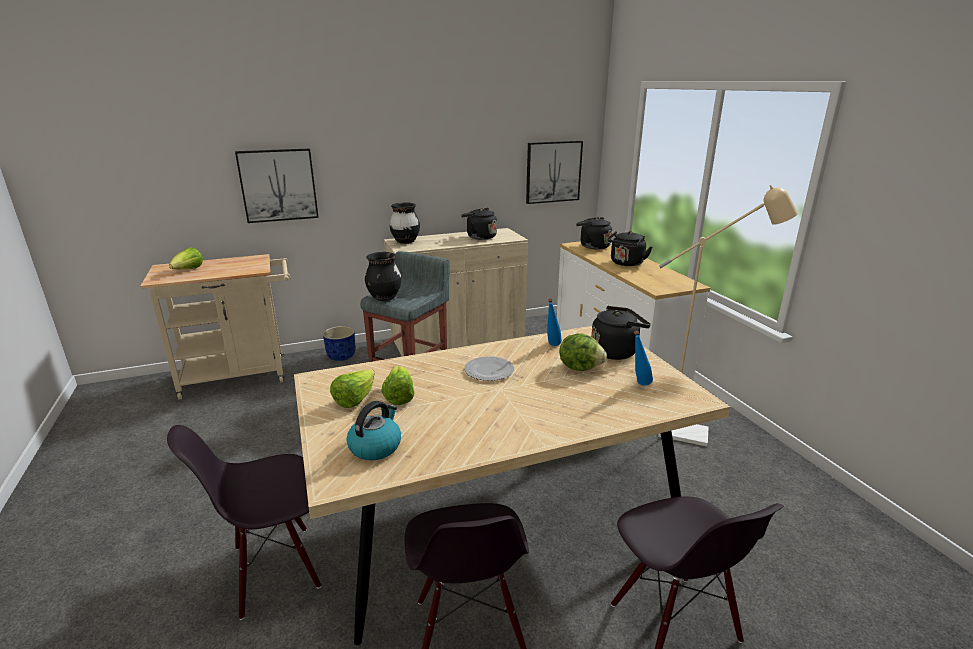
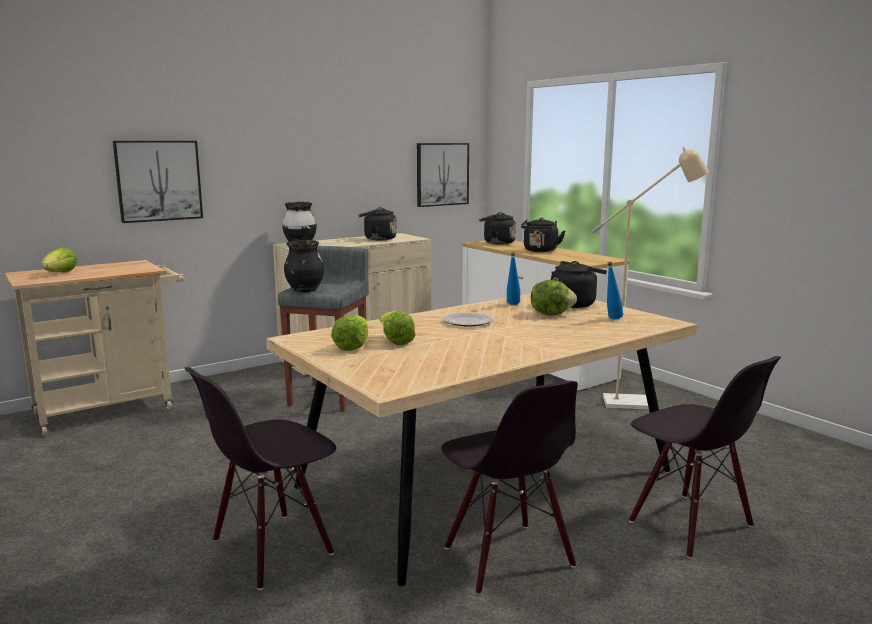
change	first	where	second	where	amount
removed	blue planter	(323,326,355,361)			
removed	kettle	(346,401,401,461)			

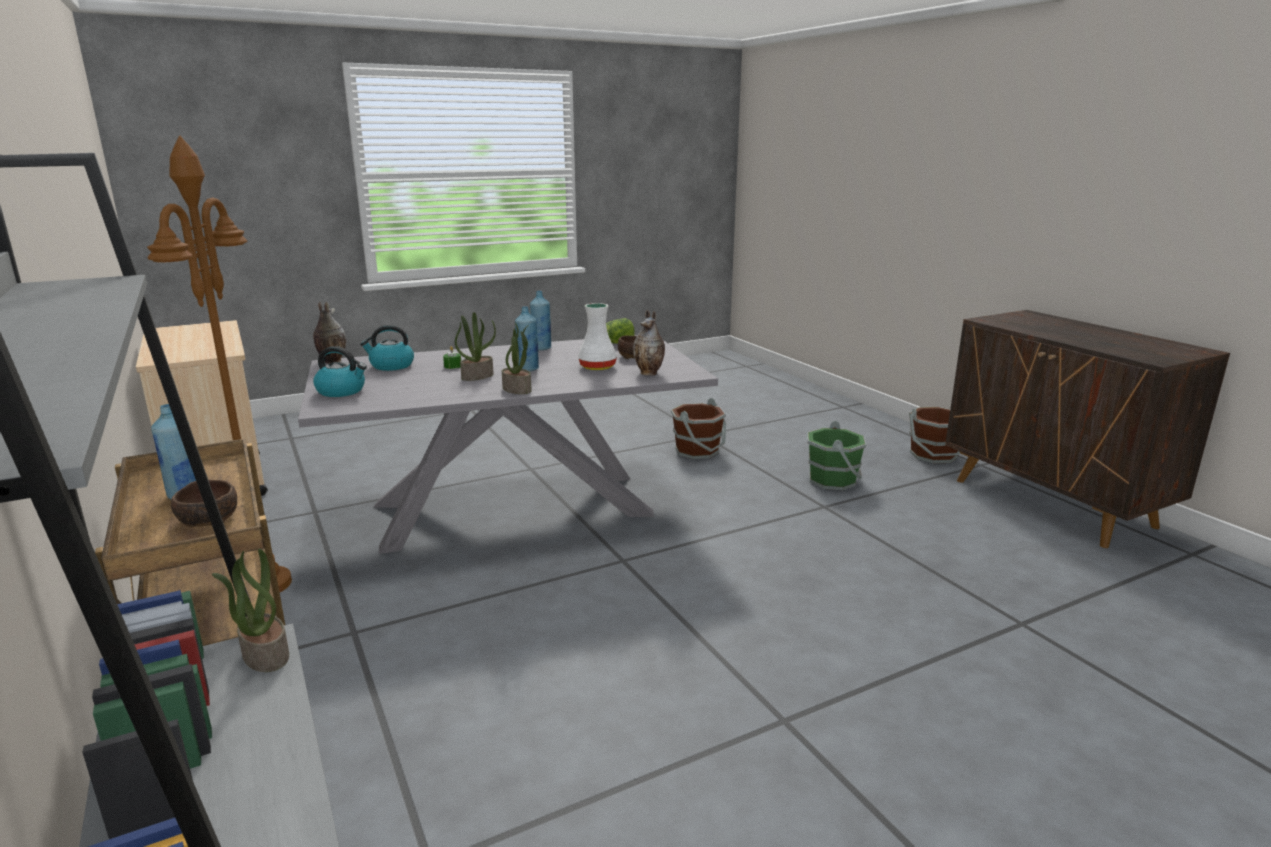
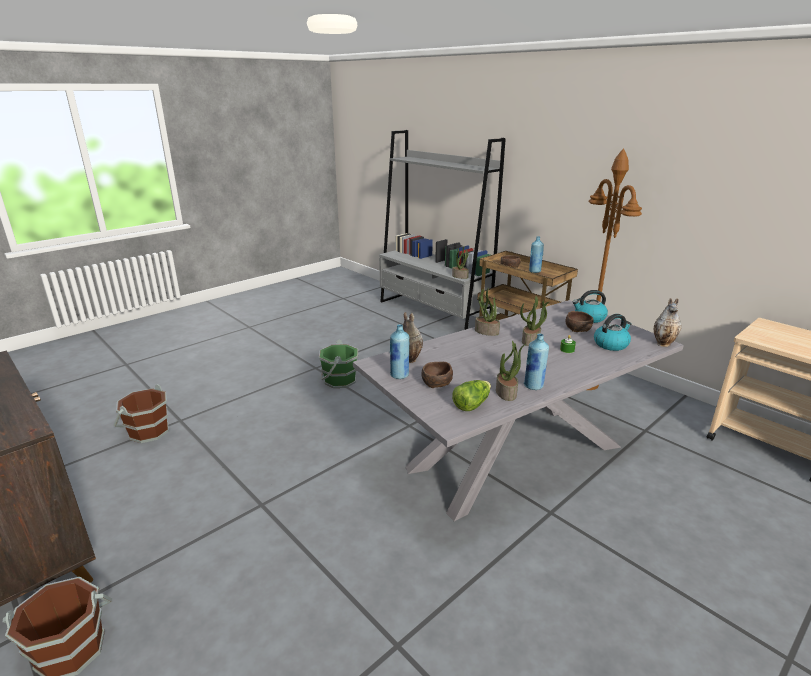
change	first	where	second	where	amount
removed	white vase	(578,303,617,370)			
added			potted plant	(496,341,526,401)	
added			brown bowl	(565,311,594,332)	
moved	blue bottle	(515,306,539,371)		(390,324,409,379)	
moved	brown bucket	(671,398,726,459)		(113,384,169,443)	
moved	green bucket	(807,420,867,490)		(319,339,358,388)	

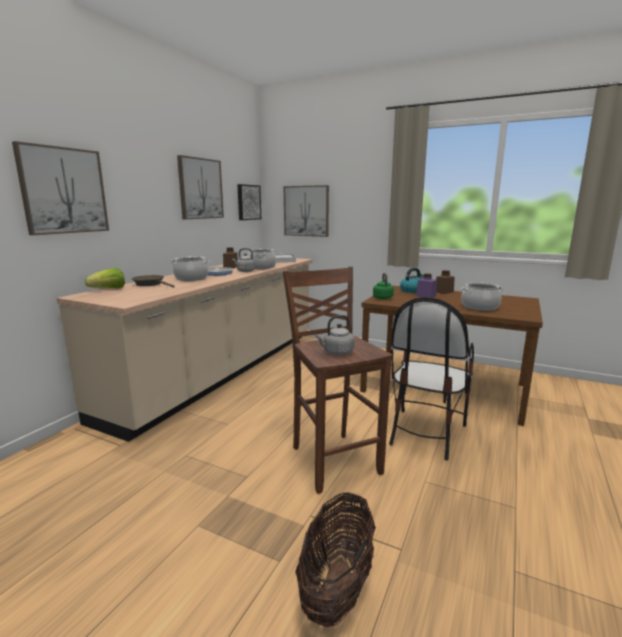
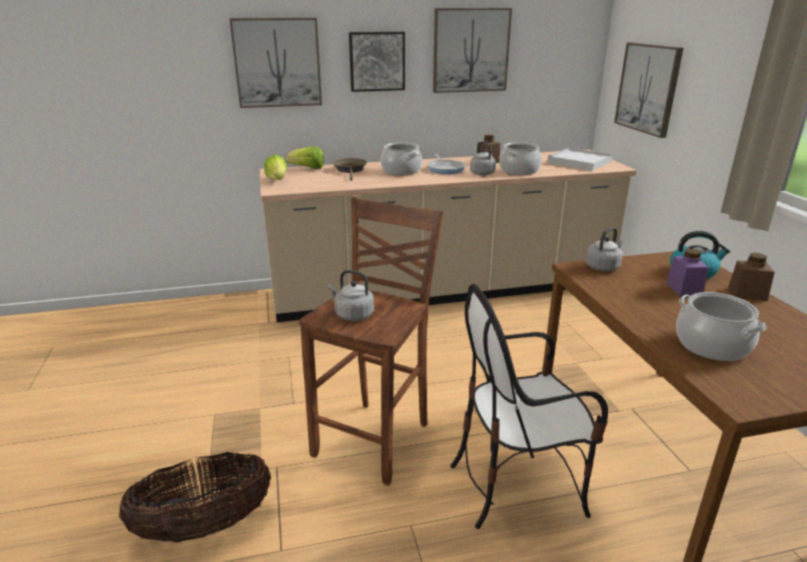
change	first	where	second	where	amount
added			lettuce	(264,155,287,180)	
moved	picture	(237,184,261,220)		(349,32,405,92)	
recoloured	green kettle	(373,273,394,299)	grey kettle	(585,227,624,271)	

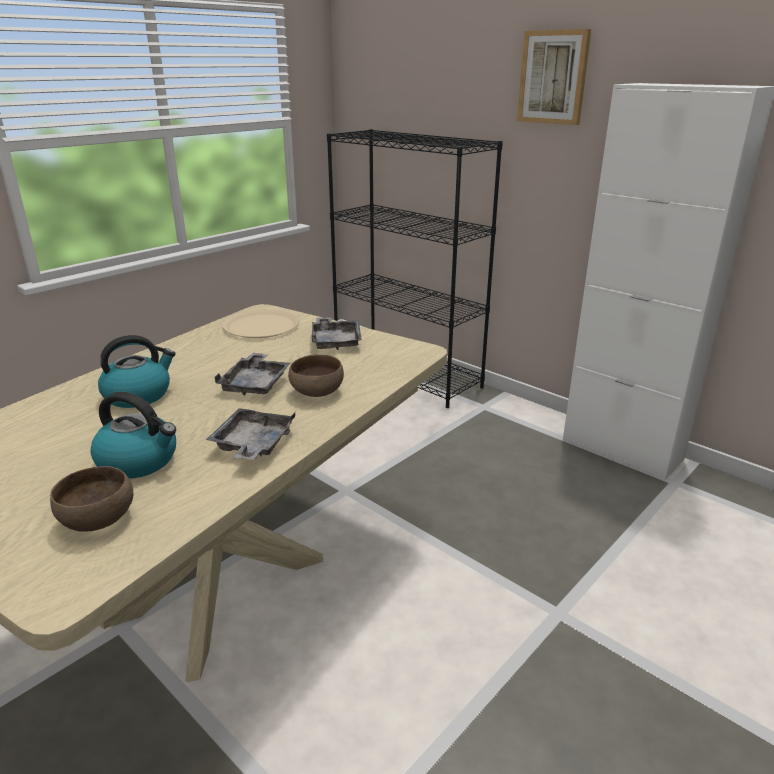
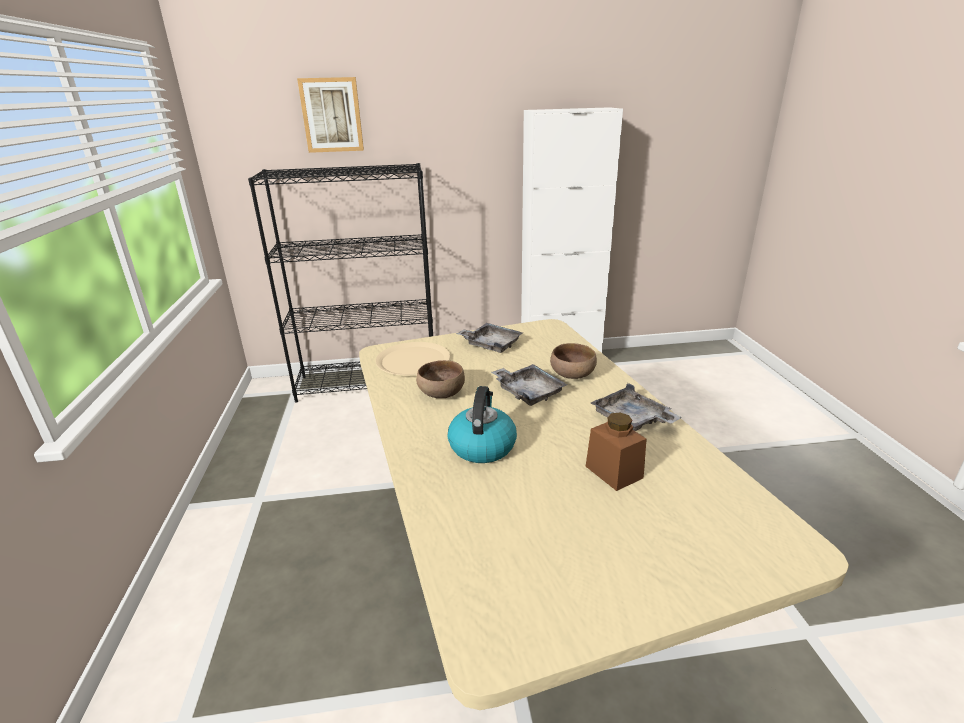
change	first	where	second	where	amount
moved	brown bowl	(50,466,133,532)		(416,360,465,398)	
moved	picture	(517,29,591,125)		(297,77,364,153)	
replaced	kettle	(90,392,176,479)	brown jar	(586,412,647,491)	

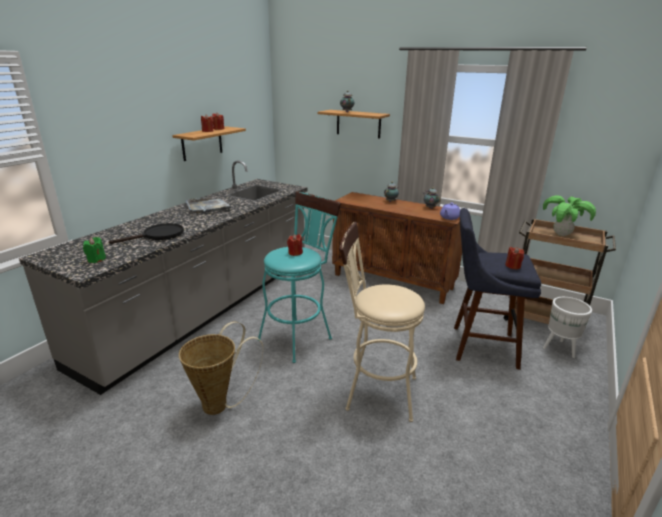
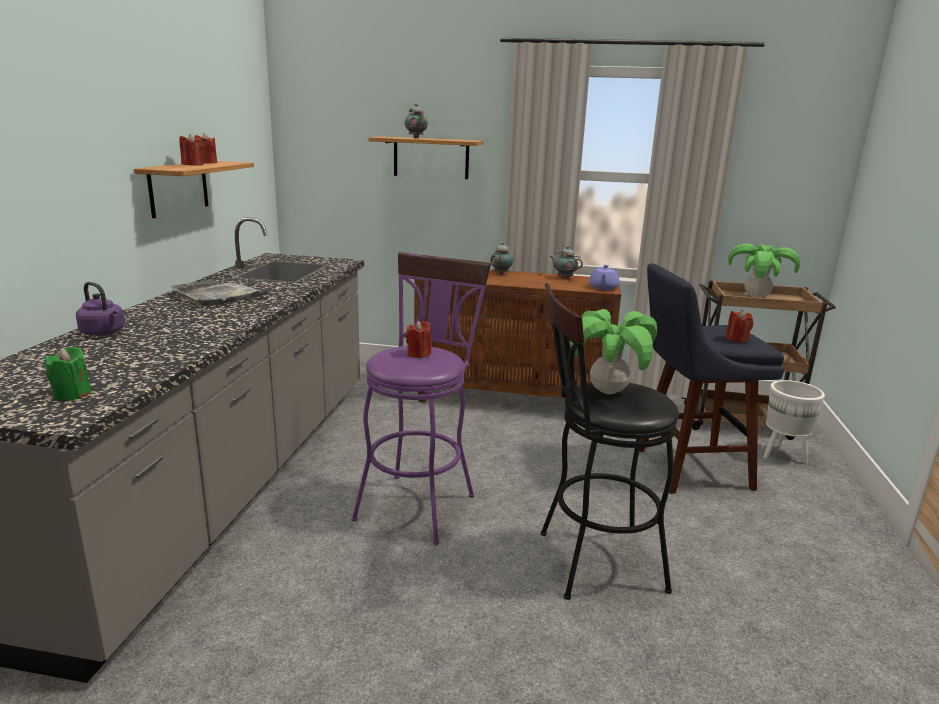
change	first	where	second	where	amount
removed	black frying pan	(109,223,184,244)			
removed	basket	(179,321,263,415)			
added			purple kettle	(76,282,125,336)	
added			potted plant	(569,309,657,394)	
recoloured	turquoise stool	(257,191,341,363)	purple stool	(351,252,491,545)	
recoloured	beige stool	(340,222,425,422)	black stool	(540,283,679,600)	

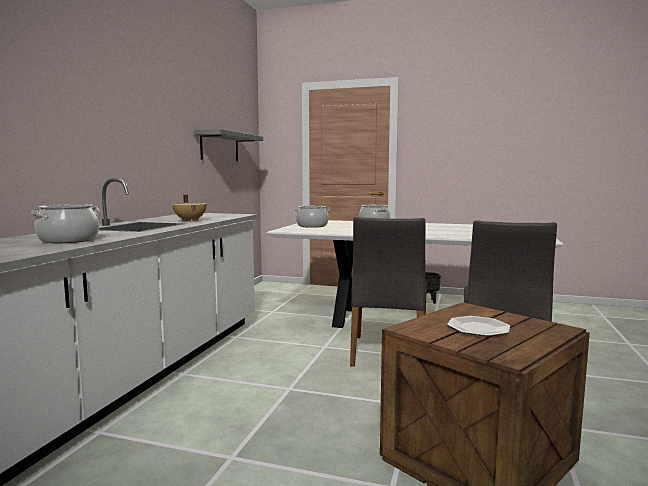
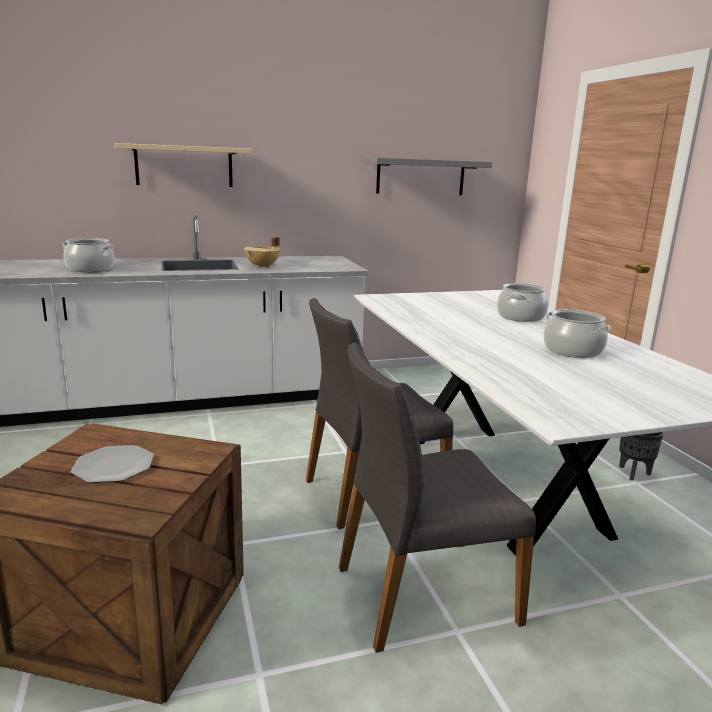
change	first	where	second	where	amount
added			beige shelf	(115,143,252,187)	
moved	cooking pot	(295,206,330,228)		(543,309,611,358)	

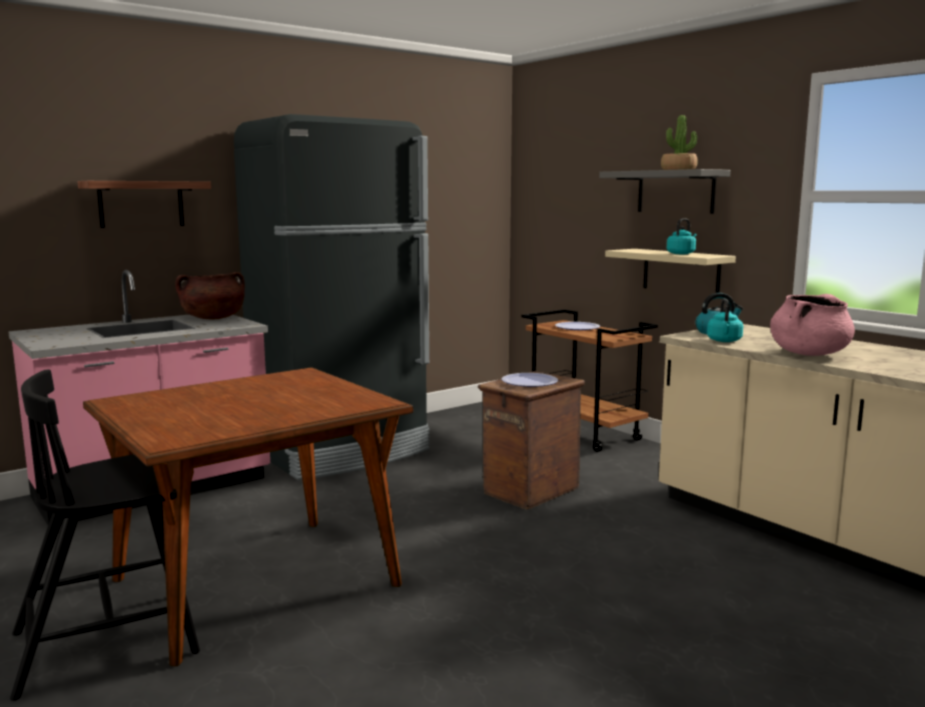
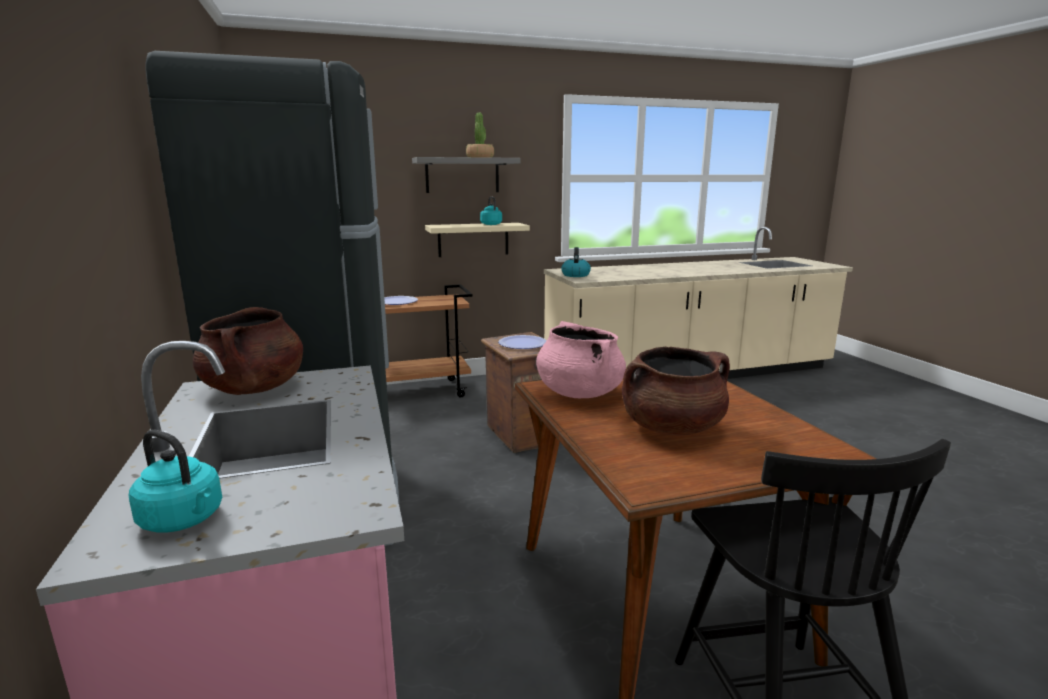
change	first	where	second	where	amount
removed	shelf	(77,181,211,228)			
added			brown cooking pot	(622,346,730,435)	
moved	turquoise kettle	(707,298,743,342)		(129,430,222,533)	
moved	pink cooking pot	(770,294,855,356)		(536,321,626,398)	

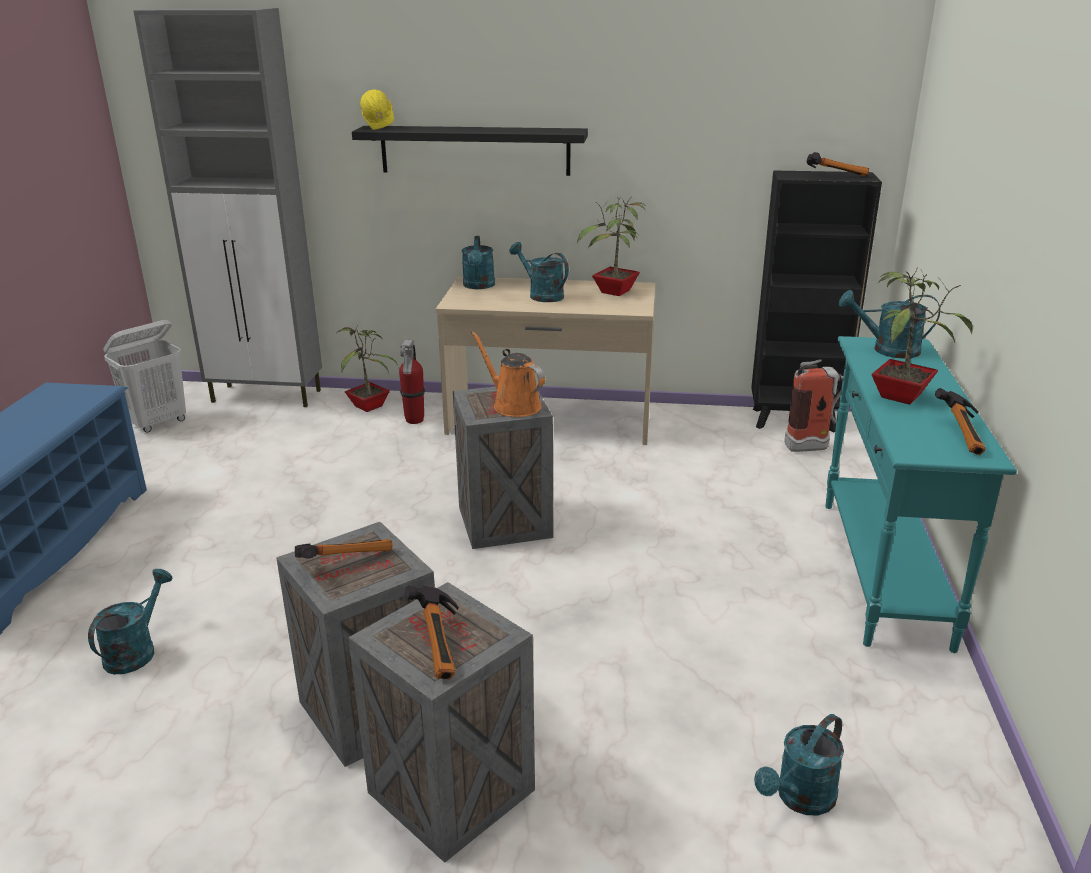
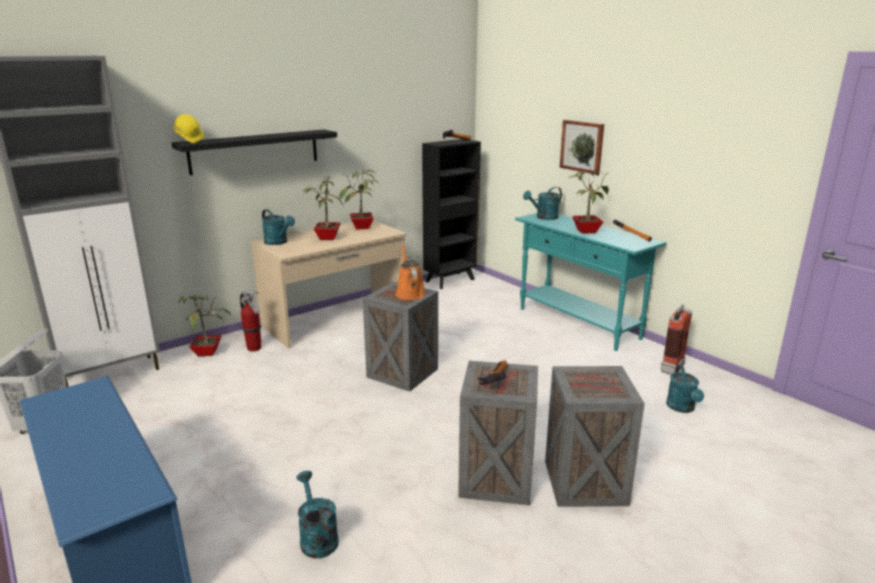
change	first	where	second	where	amount
removed	hammer	(405,585,459,680)			
added			picture	(560,120,604,174)	
moved	fire extinguisher	(784,360,843,452)		(660,304,692,375)	
replaced	turquoise watering can	(509,242,569,302)	potted plant	(302,178,343,240)	
turned	orange watering can	(471,331,545,417)		(395,244,426,300)	75 degrees clockwise

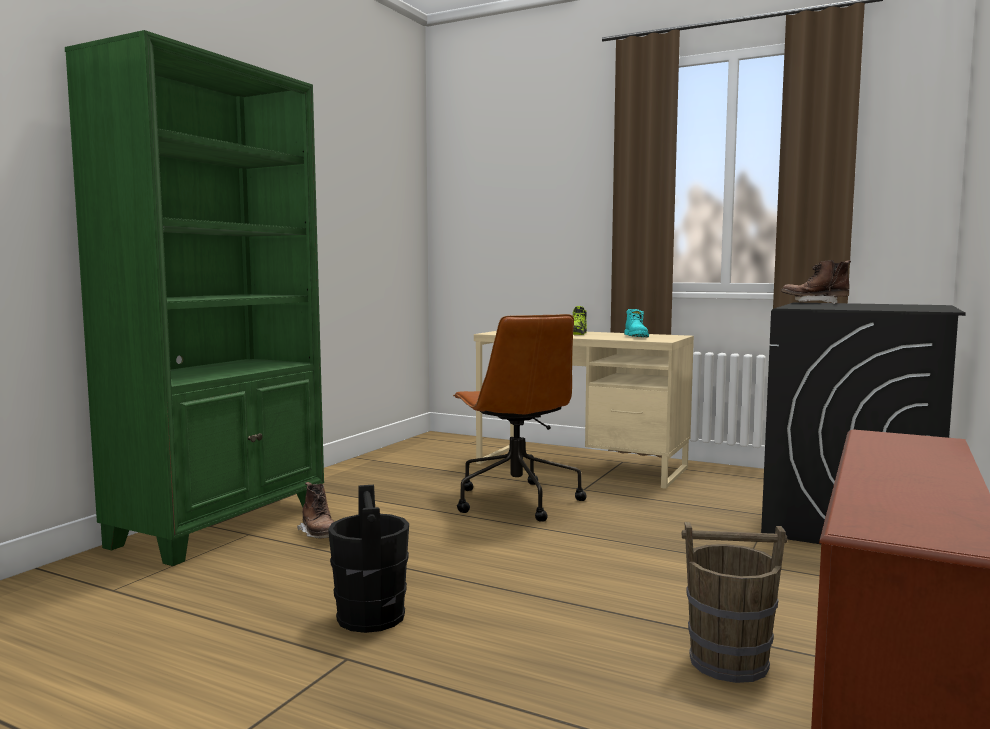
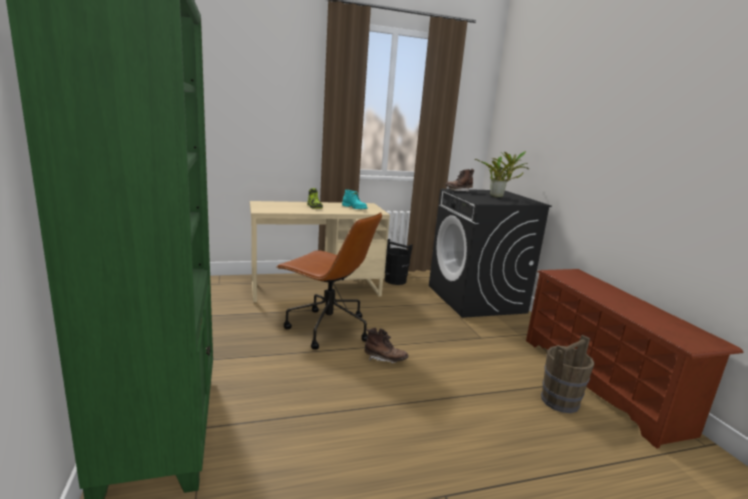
change	first	where	second	where	amount
added			potted plant	(474,151,529,198)	
moved	brown boot	(297,482,334,539)		(365,328,408,363)	
moved	black bucket	(328,485,409,633)		(385,239,413,285)	

